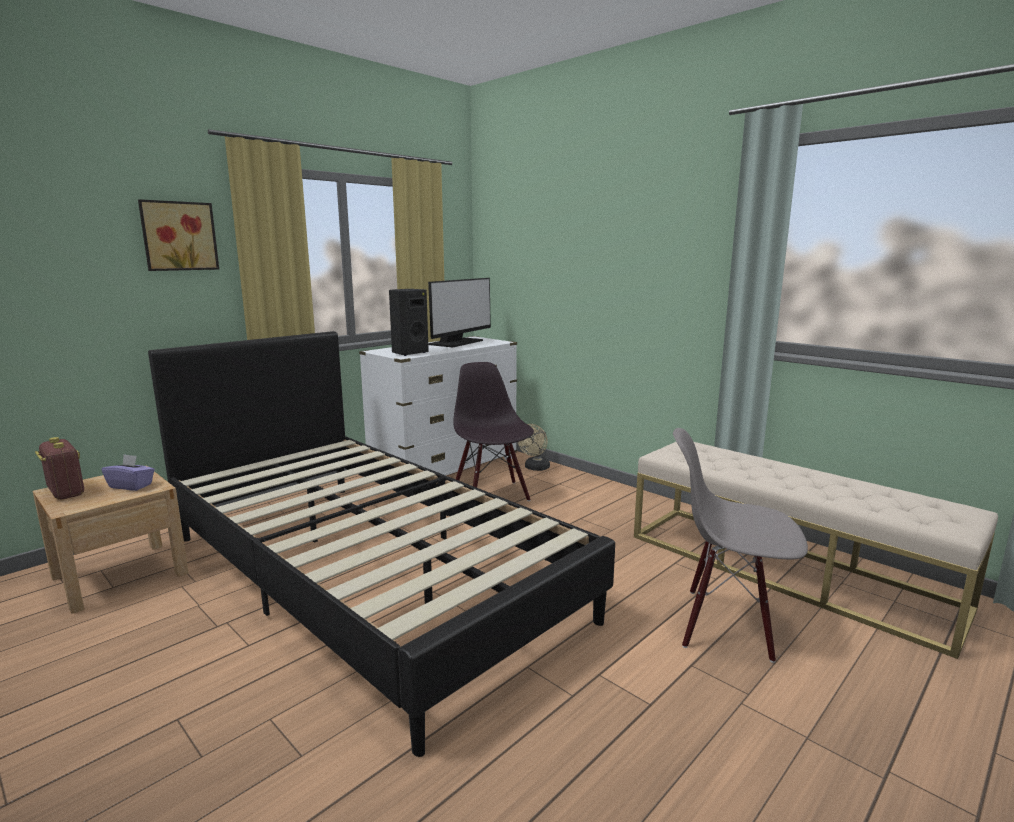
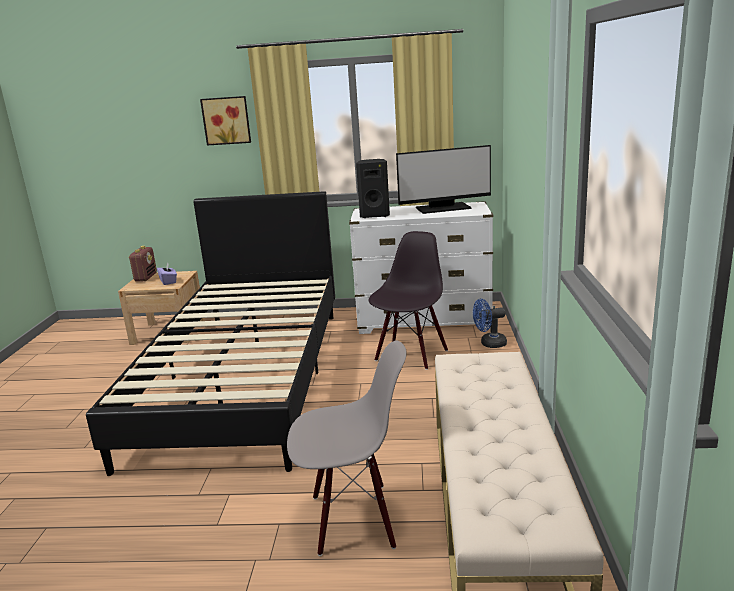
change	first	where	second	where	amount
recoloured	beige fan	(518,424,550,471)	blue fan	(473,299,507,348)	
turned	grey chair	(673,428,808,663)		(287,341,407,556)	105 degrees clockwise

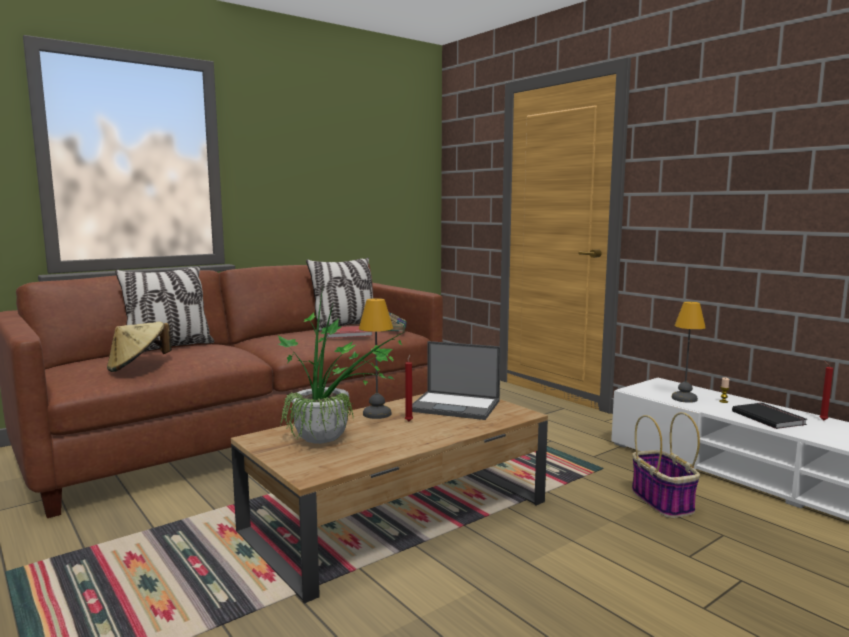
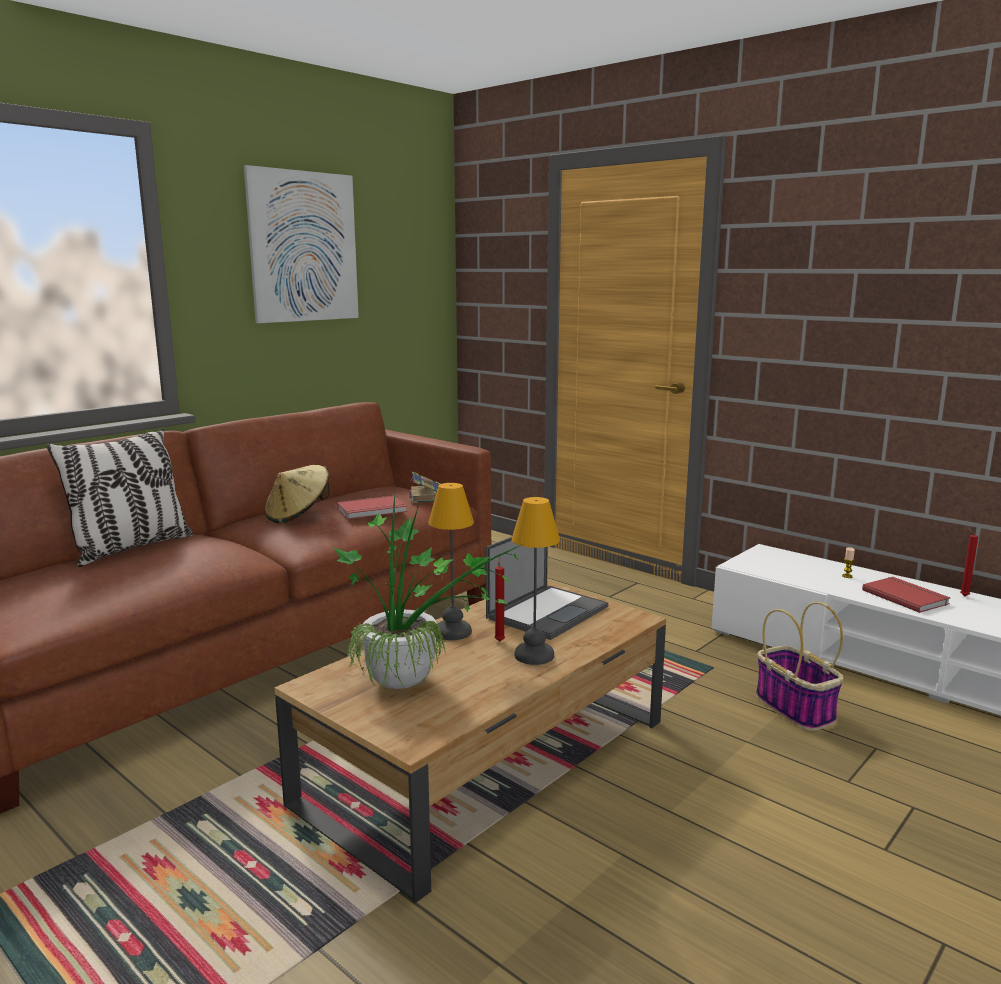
change	first	where	second	where	amount
removed	pillow	(306,258,373,331)			
added			picture	(244,165,359,323)	
moved	beige hat	(107,322,172,372)		(264,465,330,523)	
moved	table lamp	(672,302,706,403)		(511,497,560,665)	
recoloured	black book	(732,403,807,429)	red book	(862,577,950,613)	
turned	laptop	(412,341,501,420)		(486,537,608,640)	60 degrees counterclockwise

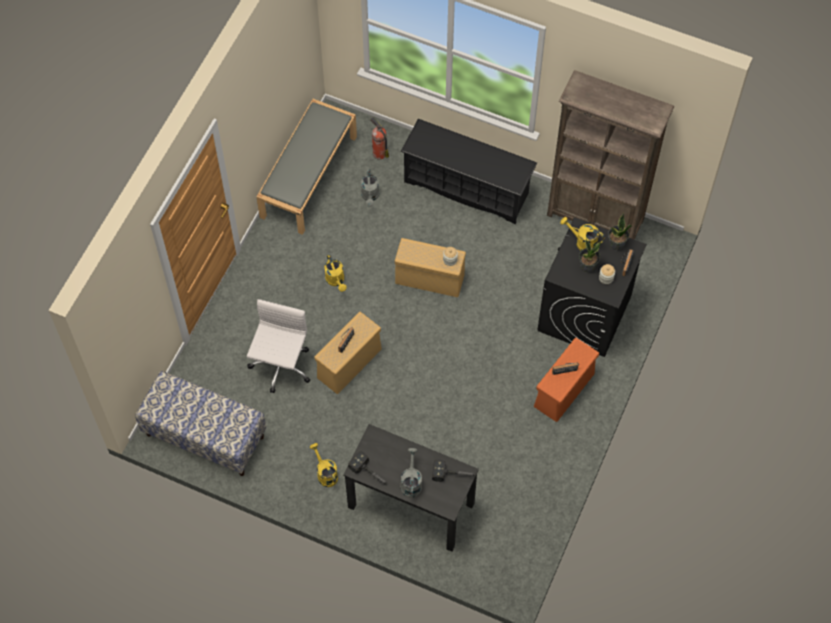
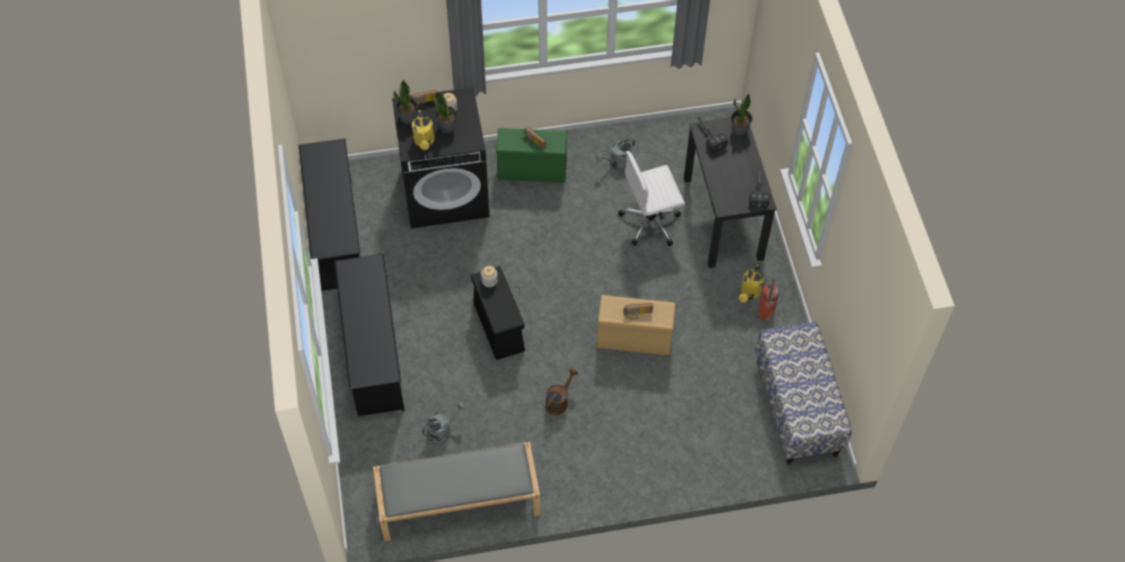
change	first	where	second	where	amount
added			potted plant	(731,94,753,136)	
moved	white office chair	(247,299,310,393)		(618,151,685,246)	
moved	fire extinguisher	(370,117,389,159)		(758,279,779,321)	
moved	grey watering can	(401,448,422,498)		(595,138,635,169)	
replaced	brown bookcase	(547,70,674,239)	black shoe rack	(299,139,361,291)	
recoloured	yellow watering can	(324,255,347,292)	brown watering can	(545,368,578,415)	
recoloured	beige storage box	(395,238,466,297)	black storage box	(471,266,525,360)	
recoloured	orange storage box	(534,338,599,422)	green storage box	(496,128,567,183)	

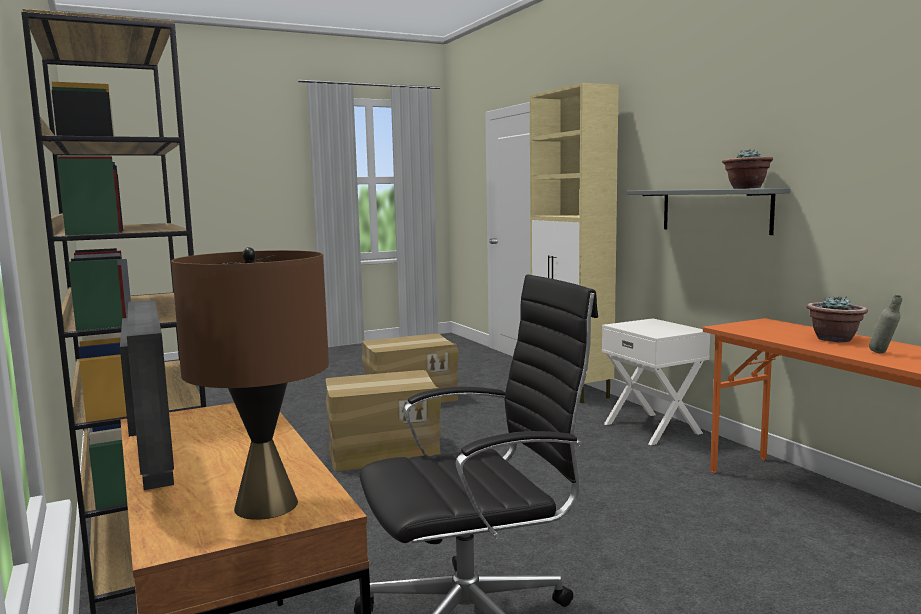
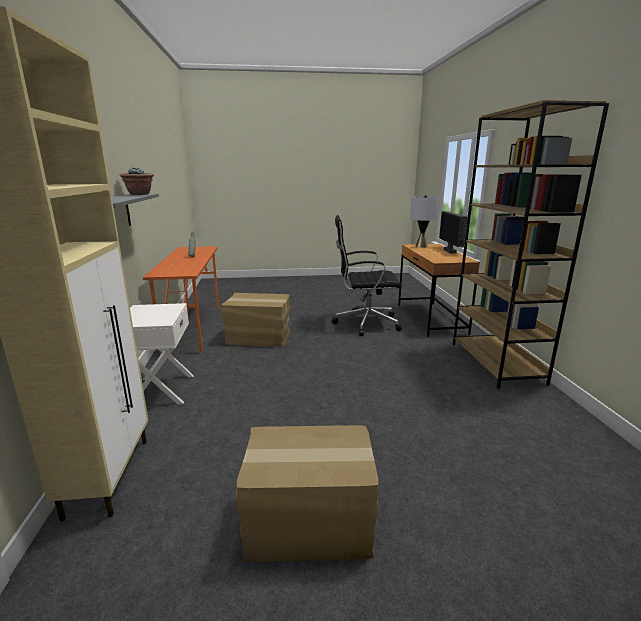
change	first	where	second	where	amount
removed	potted plant	(807,295,868,342)			
moved	cardboard box	(325,370,441,471)		(221,293,290,347)	
recoloured	brown table lamp	(171,247,329,520)	grey table lamp	(410,195,440,248)	

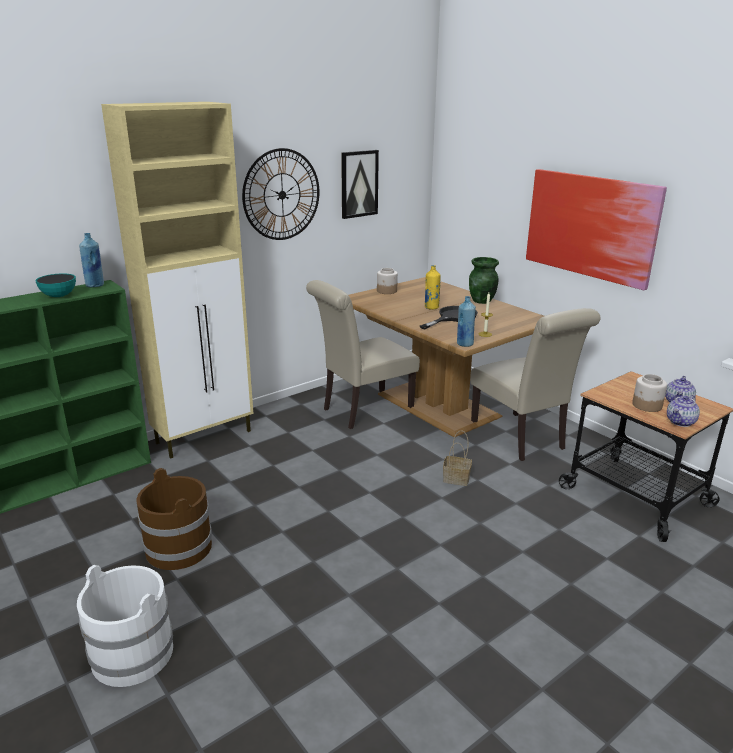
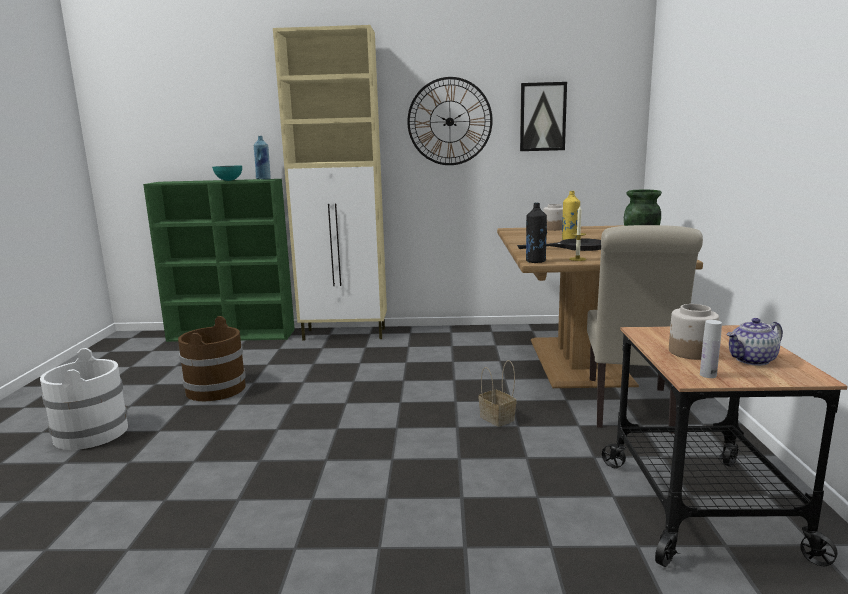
change	first	where	second	where	amount
removed	beige chair	(306,280,420,429)			
removed	picture	(526,169,667,290)			
replaced	teapot	(667,395,700,427)	white bottle	(700,320,722,378)	
recoloured	blue bottle	(457,296,476,347)	black bottle	(526,203,547,263)	

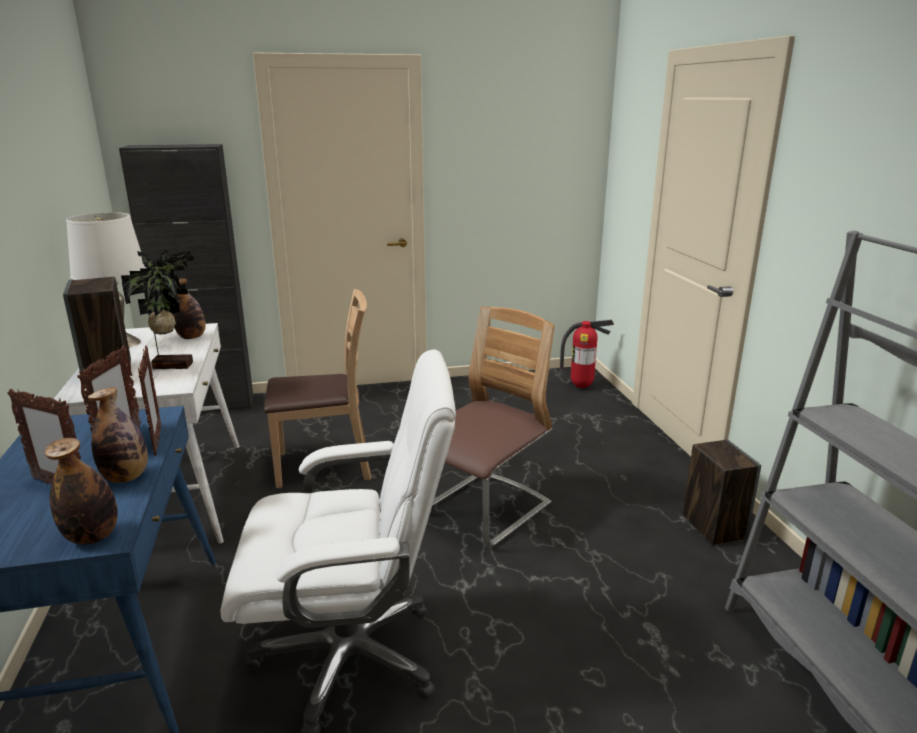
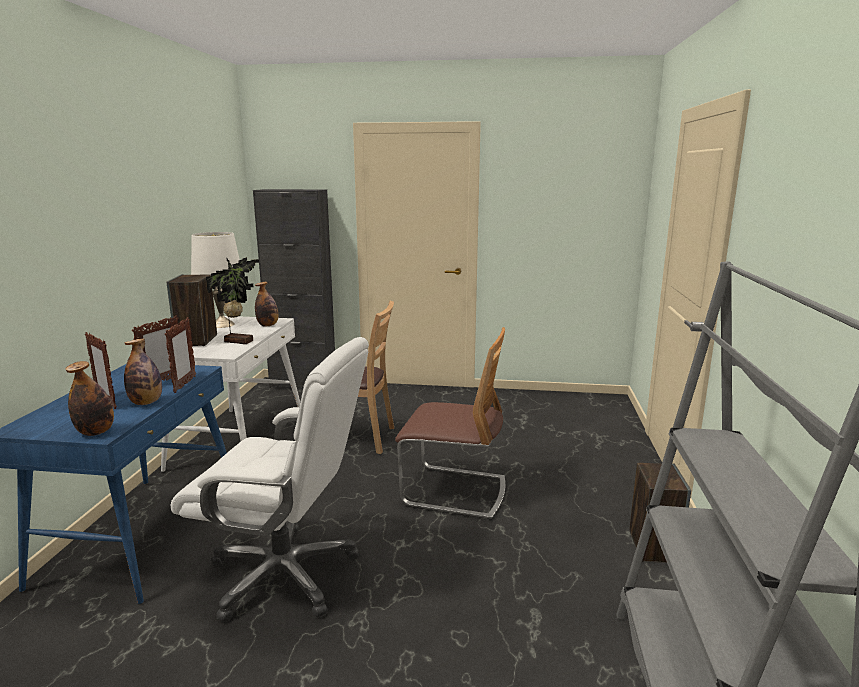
change	first	where	second	where	amount
removed	fire extinguisher	(559,320,614,388)			
turned	chair	(432,307,555,546)		(395,327,505,520)	45 degrees clockwise

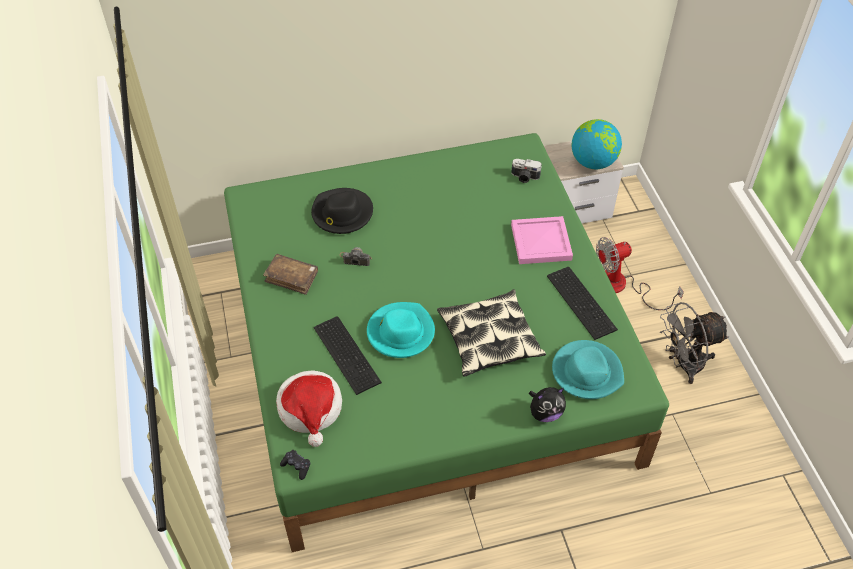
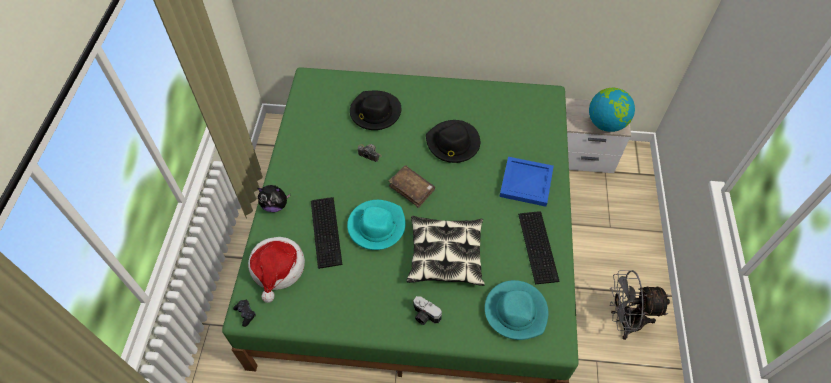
change	first	where	second	where	amount
removed	fan	(596,237,684,310)			
added			black hat	(426,120,480,163)	
moved	brown book	(263,254,318,295)		(388,165,435,208)	
moved	photo camera	(511,159,542,183)		(413,296,442,325)	
moved	plush toy	(529,387,566,422)		(257,185,290,212)	
recoloured	pink tray	(511,216,573,264)	blue tray	(499,157,554,207)	

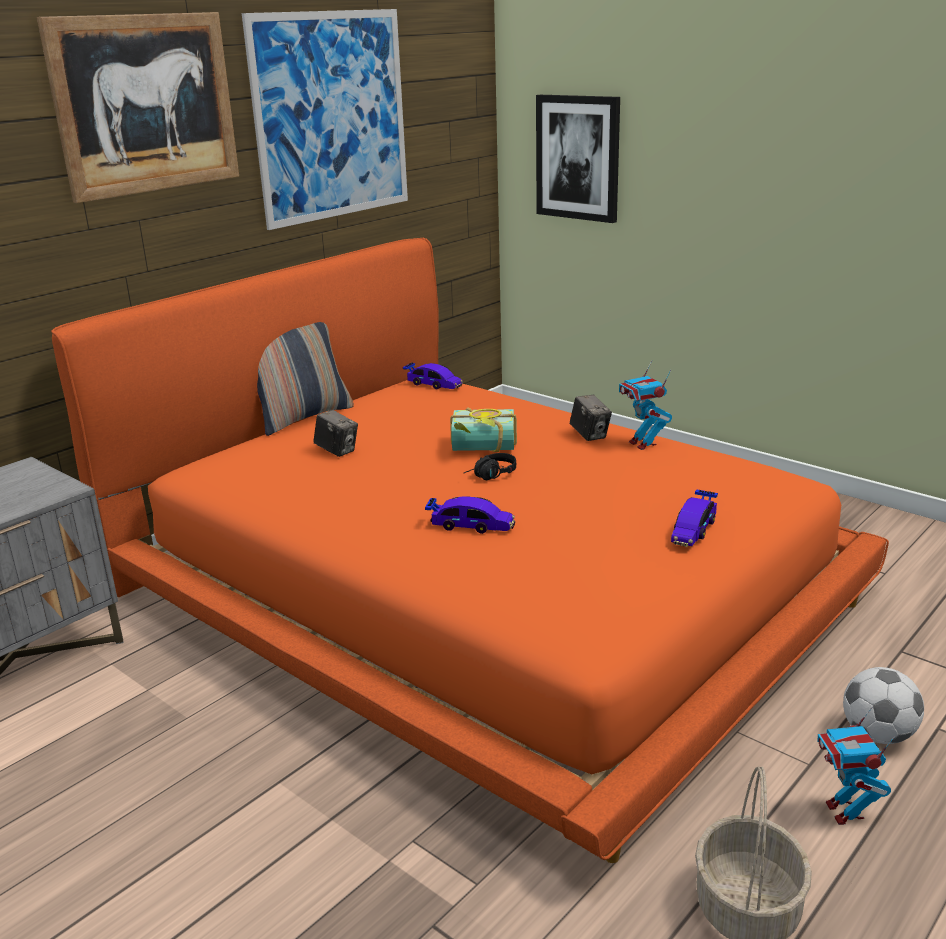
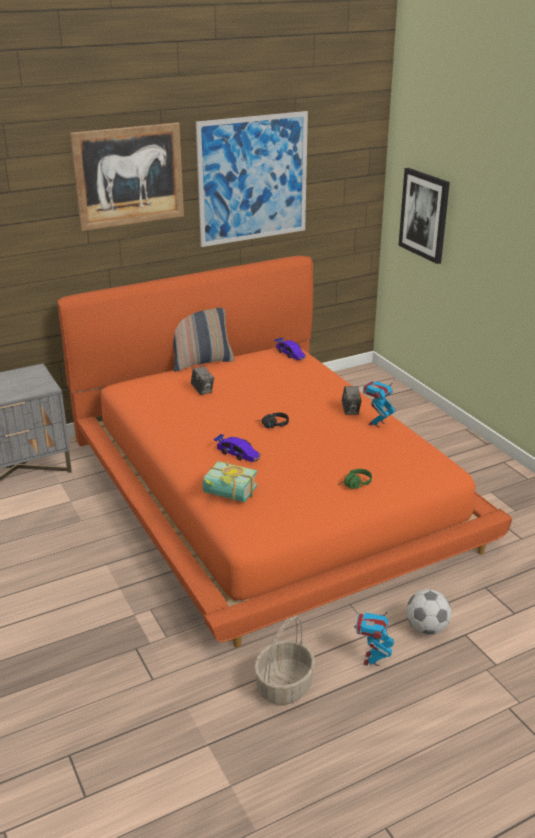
change	first	where	second	where	amount
moved	book	(450,408,517,452)		(203,461,257,502)	
replaced	toy car	(671,489,718,547)	green headphones	(338,469,372,489)	
turned	toy robot	(619,360,672,450)		(363,381,395,428)	45 degrees clockwise

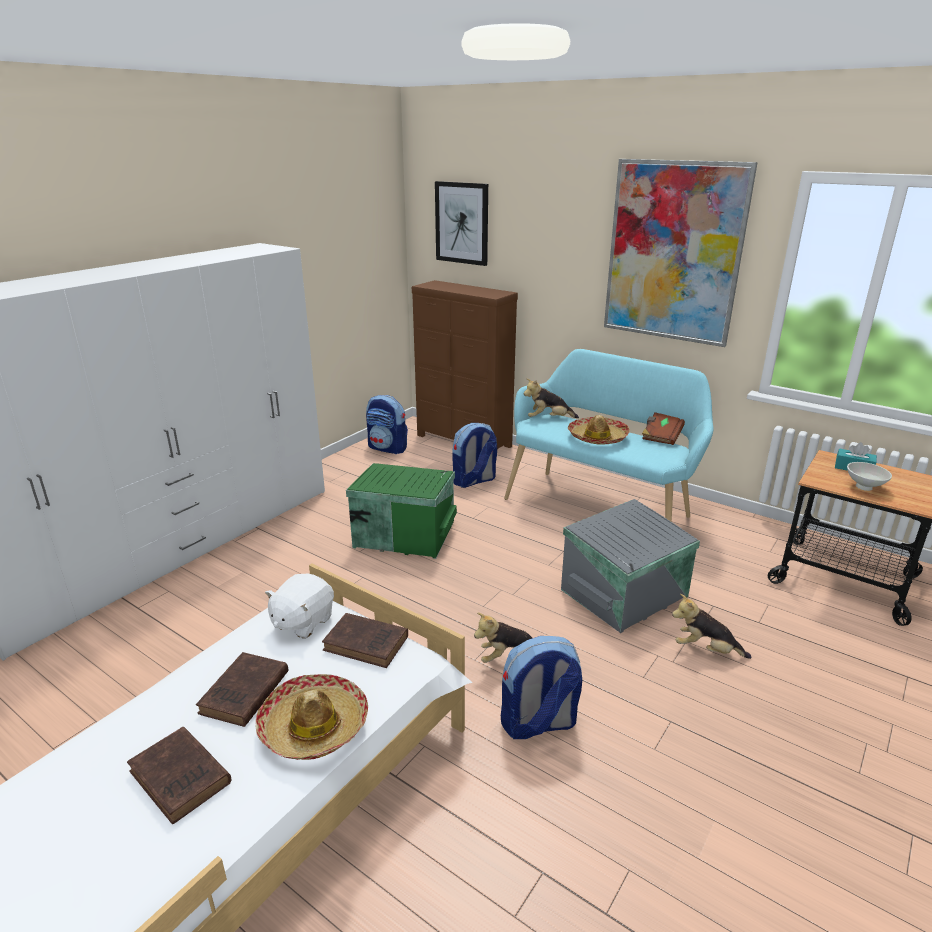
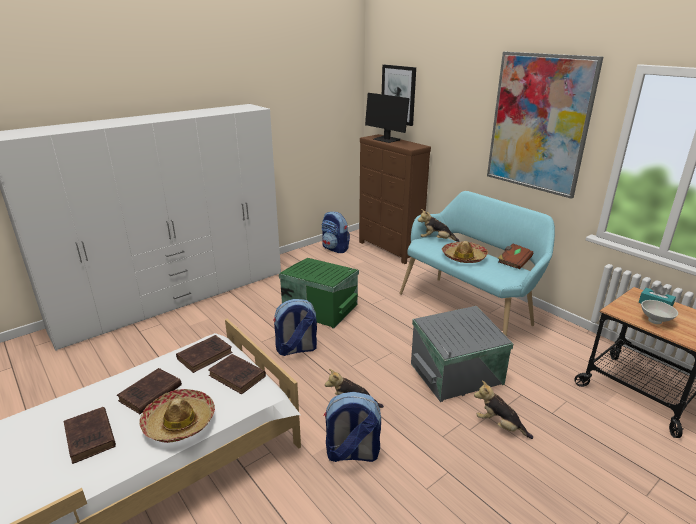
change	first	where	second	where	amount
added			monitor	(365,93,410,143)	
moved	backpack	(452,423,497,488)		(273,299,317,356)	
replaced	white plush toy	(265,573,334,639)	brown book	(176,335,233,373)	

